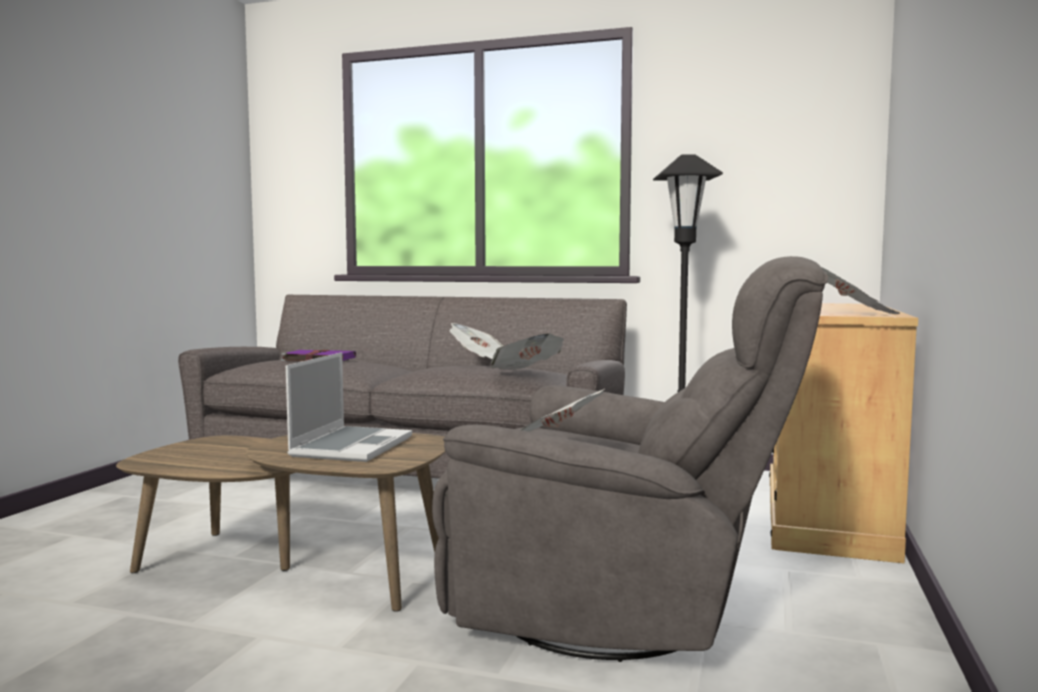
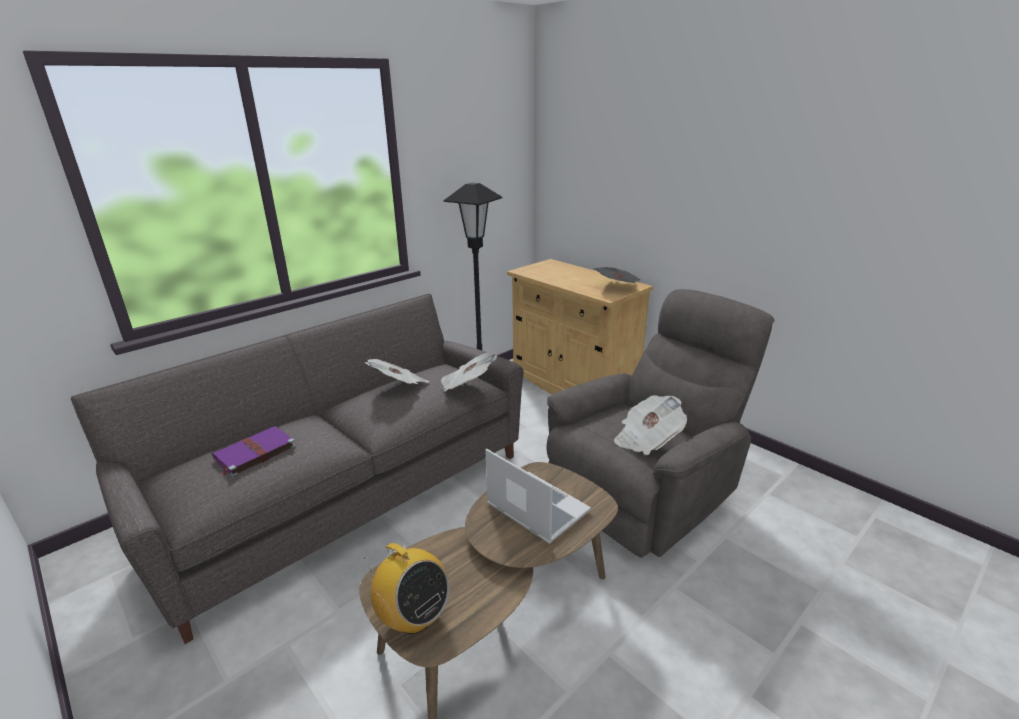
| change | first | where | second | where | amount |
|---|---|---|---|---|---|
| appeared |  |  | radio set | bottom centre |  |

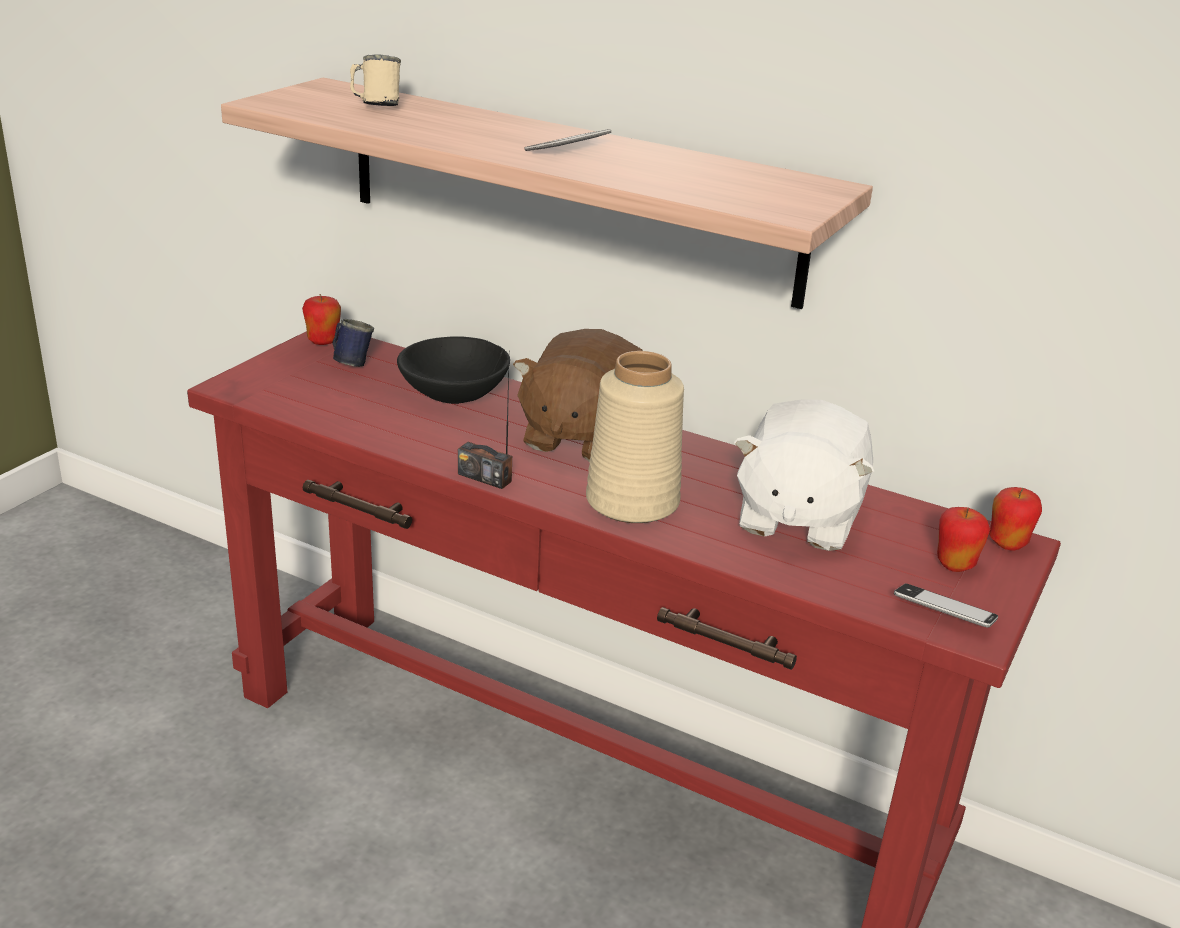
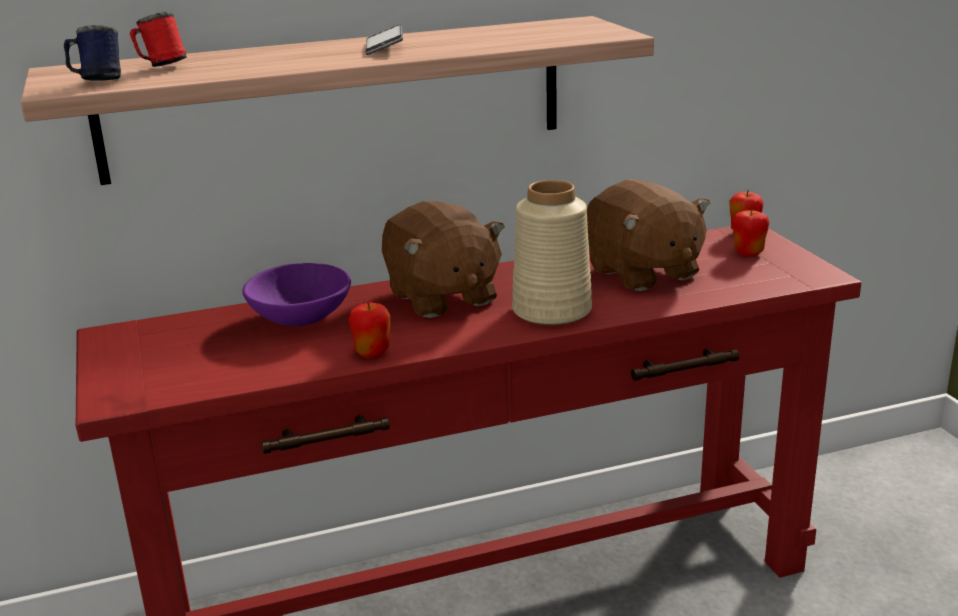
| change | first | where | second | where | amount |
|---|---|---|---|---|---|
| relocated | apple fruit (no. 1 from left) | middle left |  | centre |  |
| relocated | bluish coffee mug | middle left |  | top left |  |
| colour | beige-coloured coffee mug | top left | reddish coffee mug | top left |  |
| colour | blackish serving bowl | centre | purple-coloured serving bowl | middle left |  |
| missing | radio set | centre |  |  |  |
| colour | whitish soft toy | middle right | brown soft toy (no. 2 from left) | middle right |  |
| missing | telephone (no. 2 from left) | middle right |  |  |  |

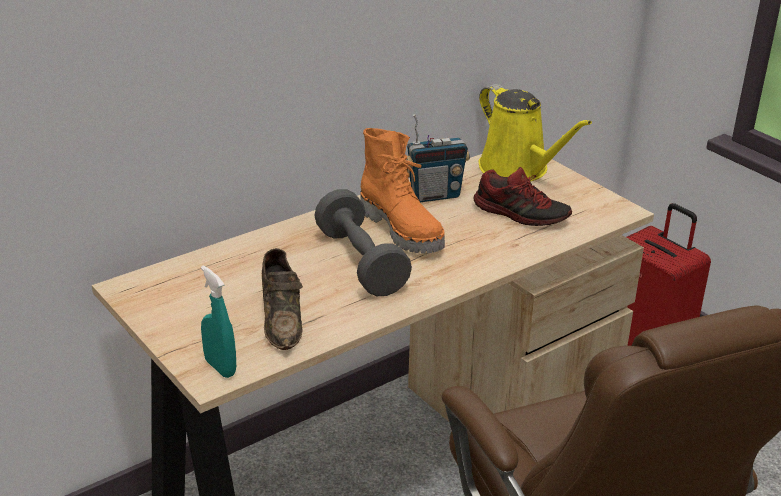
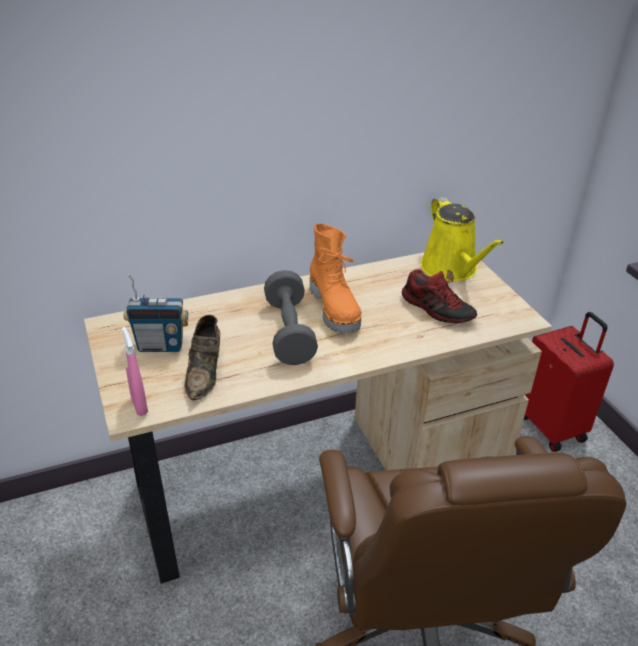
| change | first | where | second | where | amount |
|---|---|---|---|---|---|
| colour | turquoise spray bottle | middle left | pink-coloured spray bottle | middle left |  |
| relocated | radio set | top centre |  | middle left |  |

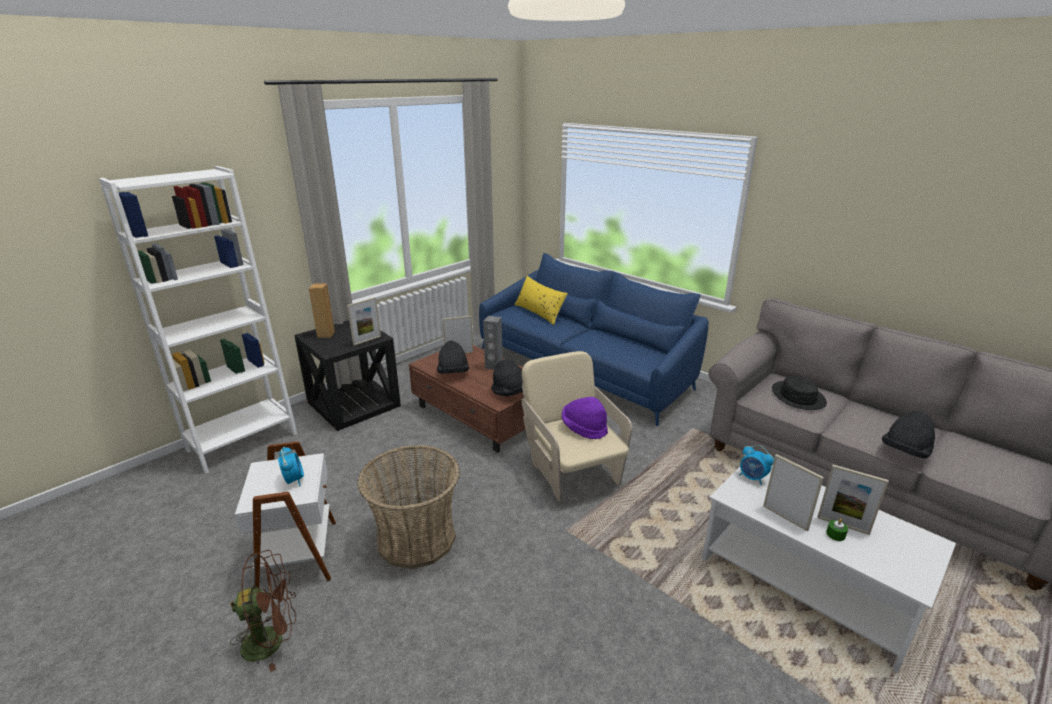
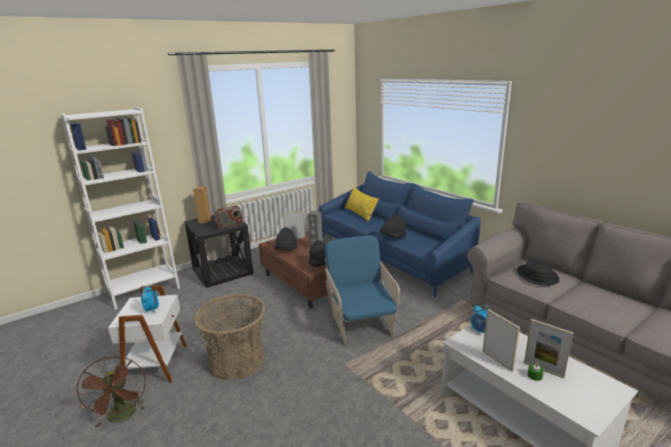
| change | first | where | second | where | amount |
|---|---|---|---|---|---|
| spun | brown electric fan | bottom left |  | bottom left | 75 degrees clockwise |
| exchanged | picture frame (no. 1 from left) | centre | radio set | centre |  |
| colour | beige-coloured armchair | centre | bluish armchair | centre |  |
| missing | purple-coloured wearable hat | centre |  |  |  |
| relocated | blackish wearable hat (no. 4 from left in the first image) | middle right | blackish wearable hat (no. 3 from left) | centre |  |

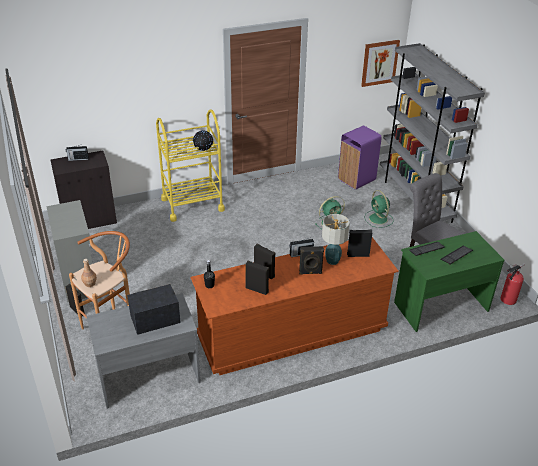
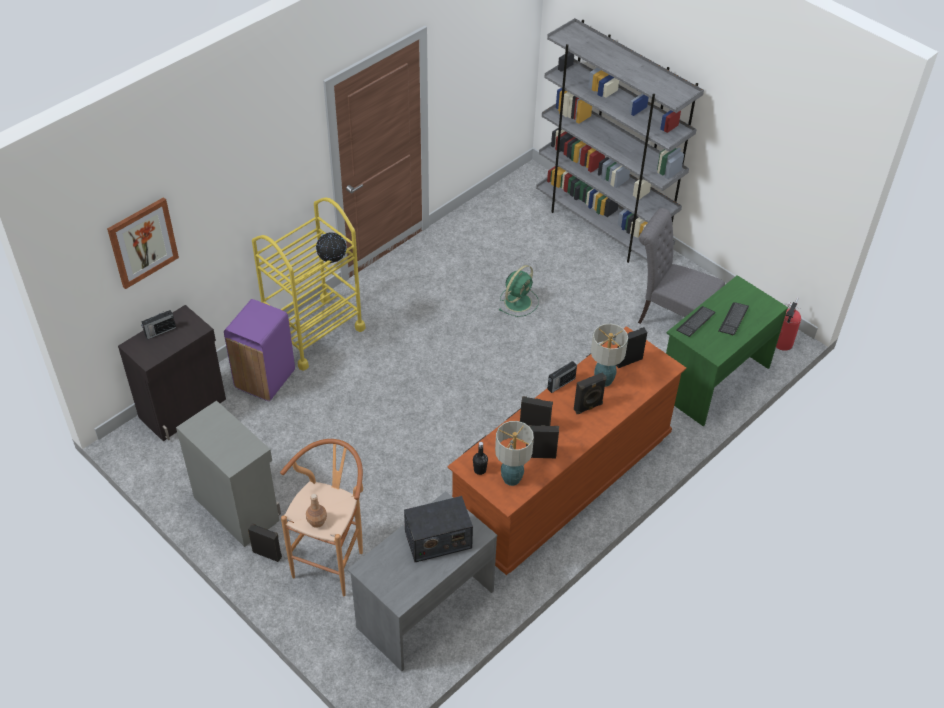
| change | first | where | second | where | amount |
|---|---|---|---|---|---|
| spun | radio set (no. 2 from left) | middle left |  | bottom centre | 150 degrees counterclockwise |
| relocated | purple-coloured rubbish bin | middle right |  | middle left |  |
| relocated | picture | top right |  | middle left |  |
| missing | green electric fan (no. 2 from left) | middle right |  |  |  |
| appeared |  |  | lamp for a table (no. 1 from left) | centre |  |

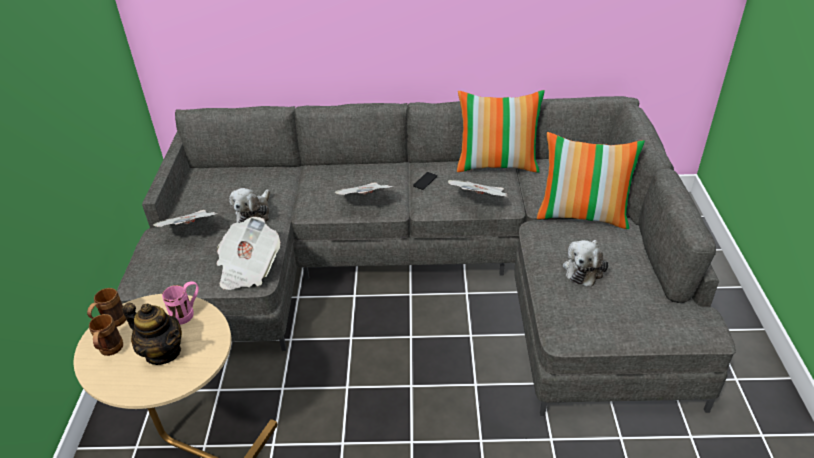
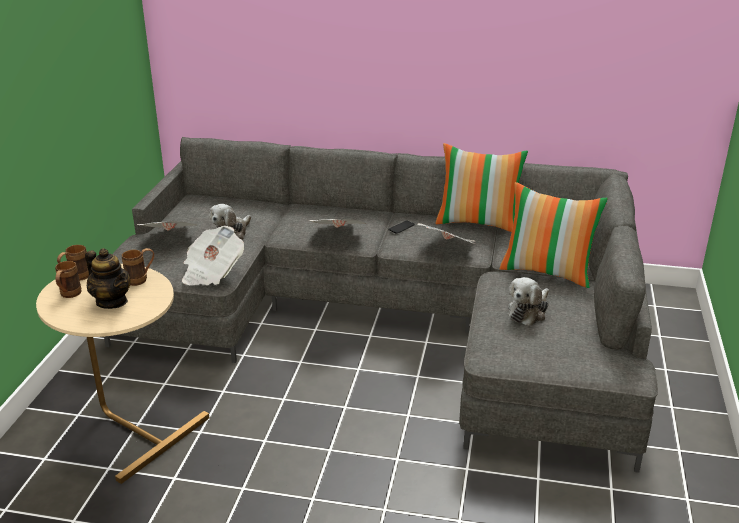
| change | first | where | second | where | amount |
|---|---|---|---|---|---|
| colour | pink-coloured coffee mug | middle left | brown coffee mug (no. 3 from left) | middle left |  |

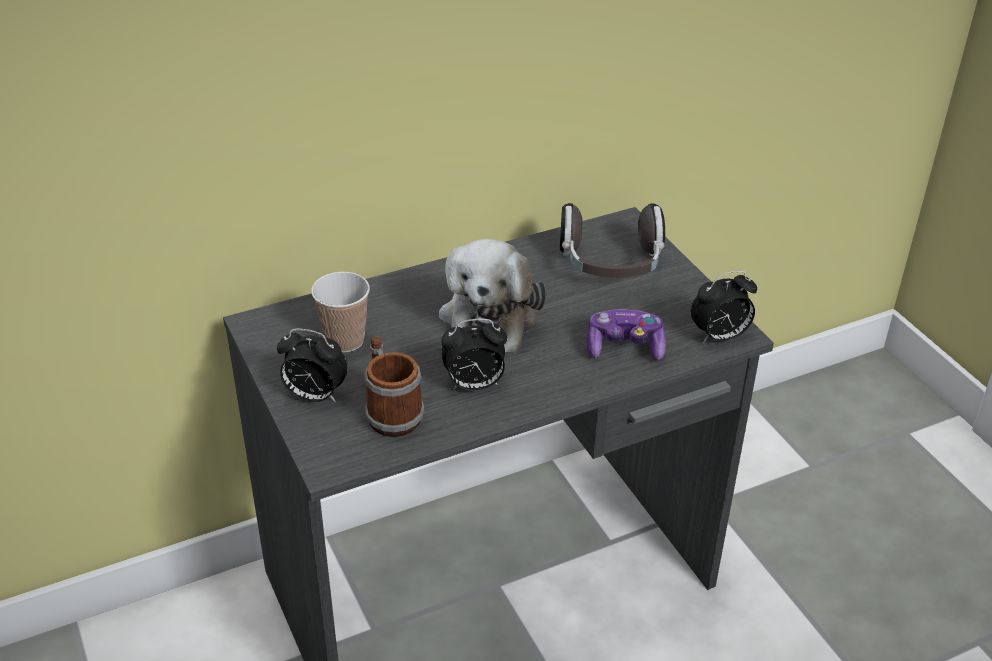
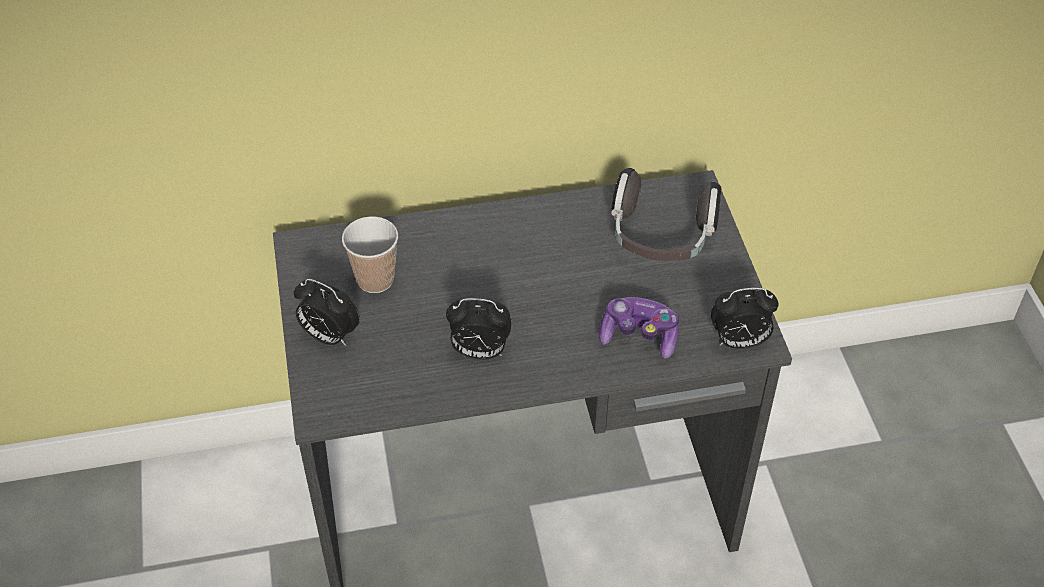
| change | first | where | second | where | amount |
|---|---|---|---|---|---|
| missing | coffee mug | centre |  |  |  |
| missing | soft toy | centre |  |  |  |

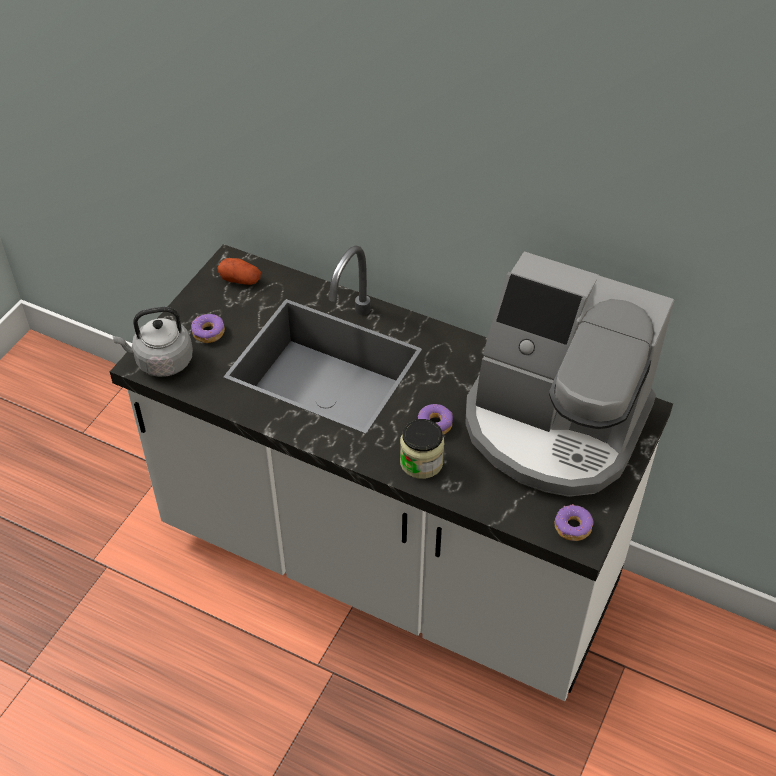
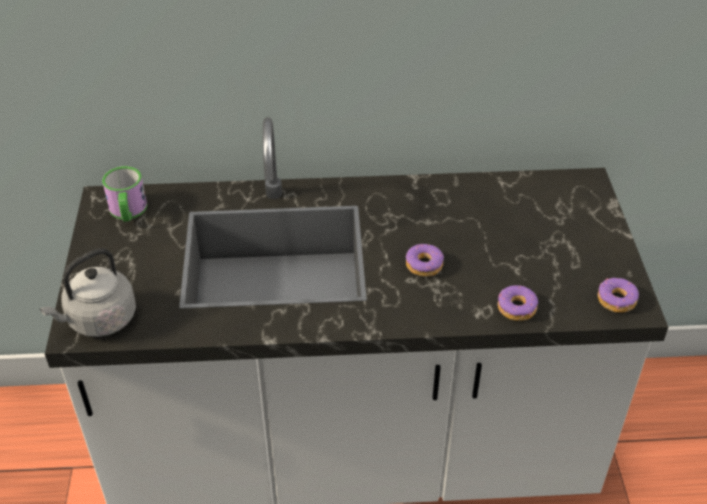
| change | first | where | second | where | amount |
|---|---|---|---|---|---|
| relocated | donut (no. 1 from left in the first image) | middle left | donut (no. 2 from left) | middle right |  |
| exchanged | whole potato | middle left | coffee mug | middle left |  |
| missing | preserve jar | centre |  |  |  |
| missing | coffee brewer | middle right |  |  |  |

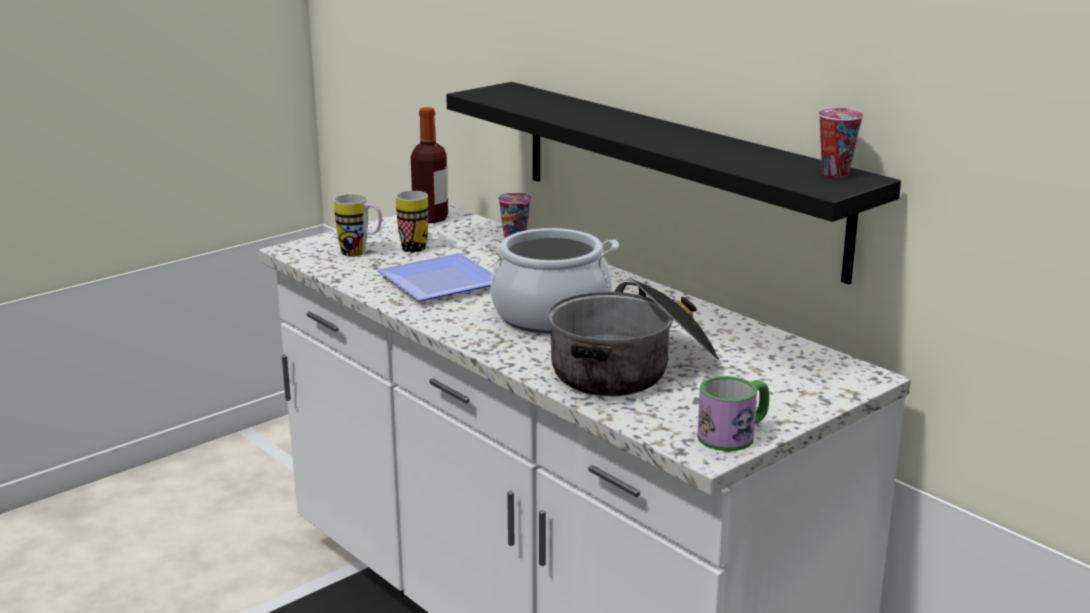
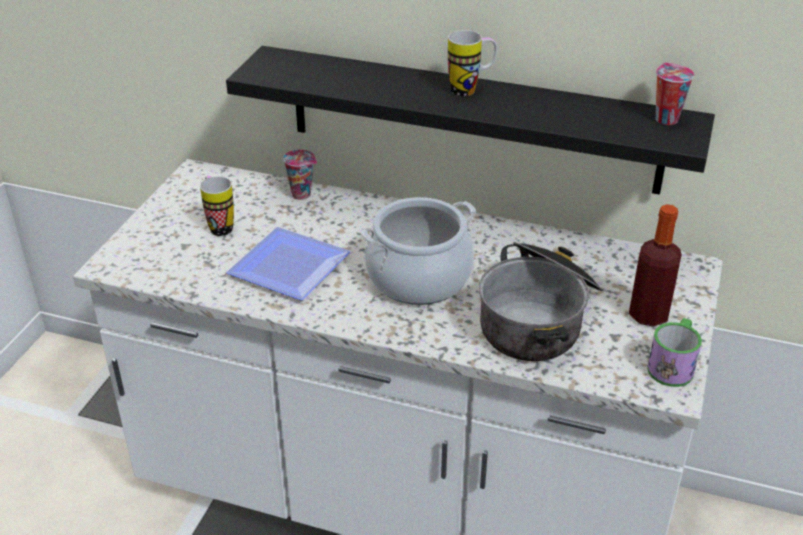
| change | first | where | second | where | amount |
|---|---|---|---|---|---|
| relocated | coffee mug (no. 1 from left in the first image) | middle left | coffee mug (no. 2 from left) | top centre |  |
| relocated | beverage bottle | top centre |  | middle right |  |

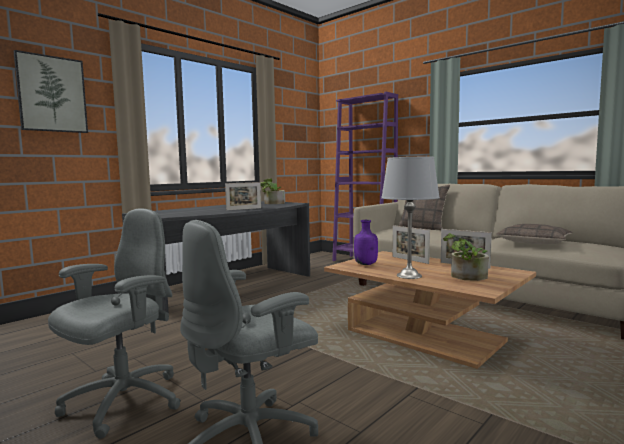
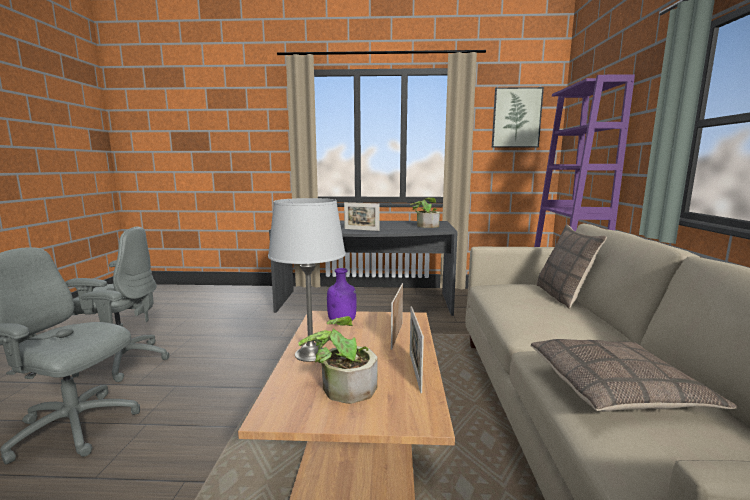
| change | first | where | second | where | amount |
|---|---|---|---|---|---|
| relocated | picture | top left |  | top right |  |

